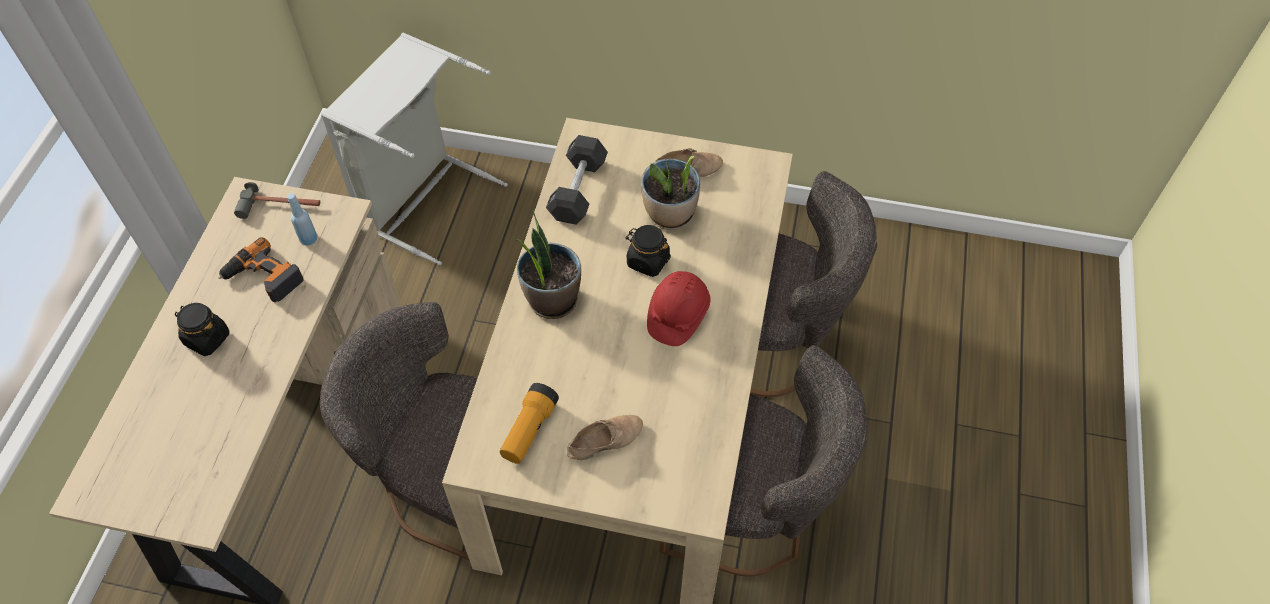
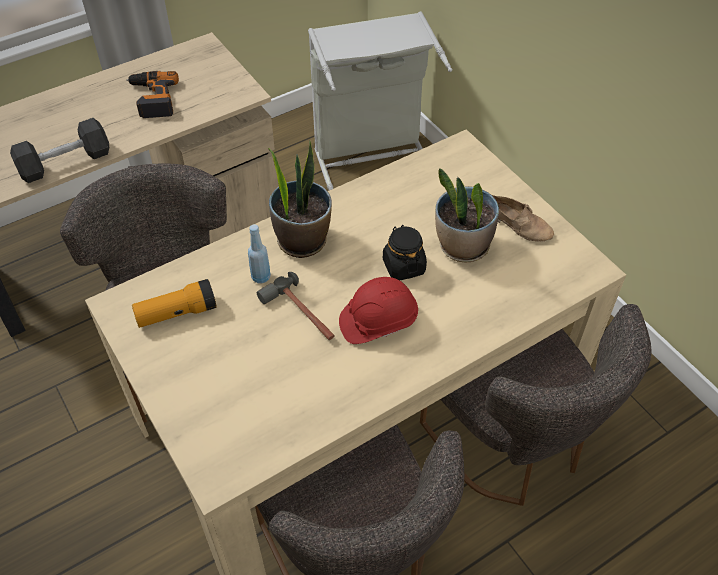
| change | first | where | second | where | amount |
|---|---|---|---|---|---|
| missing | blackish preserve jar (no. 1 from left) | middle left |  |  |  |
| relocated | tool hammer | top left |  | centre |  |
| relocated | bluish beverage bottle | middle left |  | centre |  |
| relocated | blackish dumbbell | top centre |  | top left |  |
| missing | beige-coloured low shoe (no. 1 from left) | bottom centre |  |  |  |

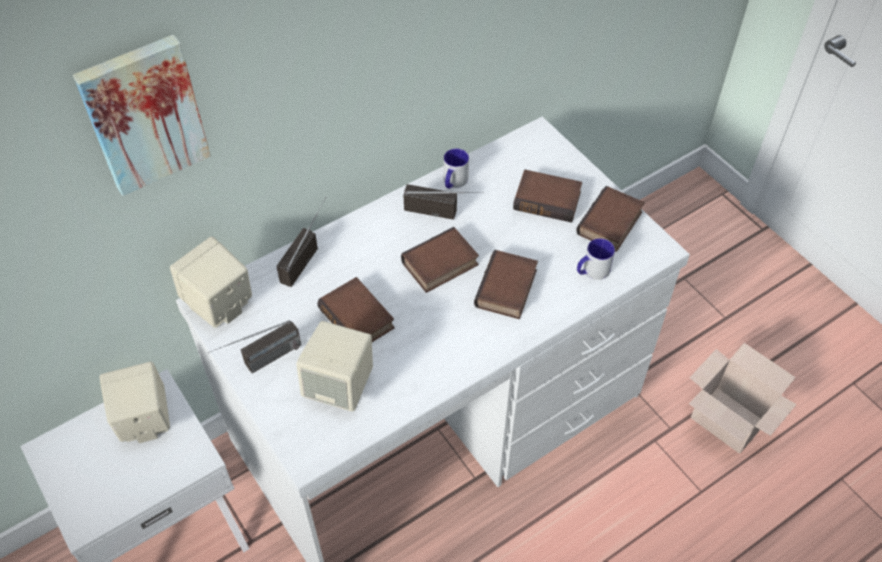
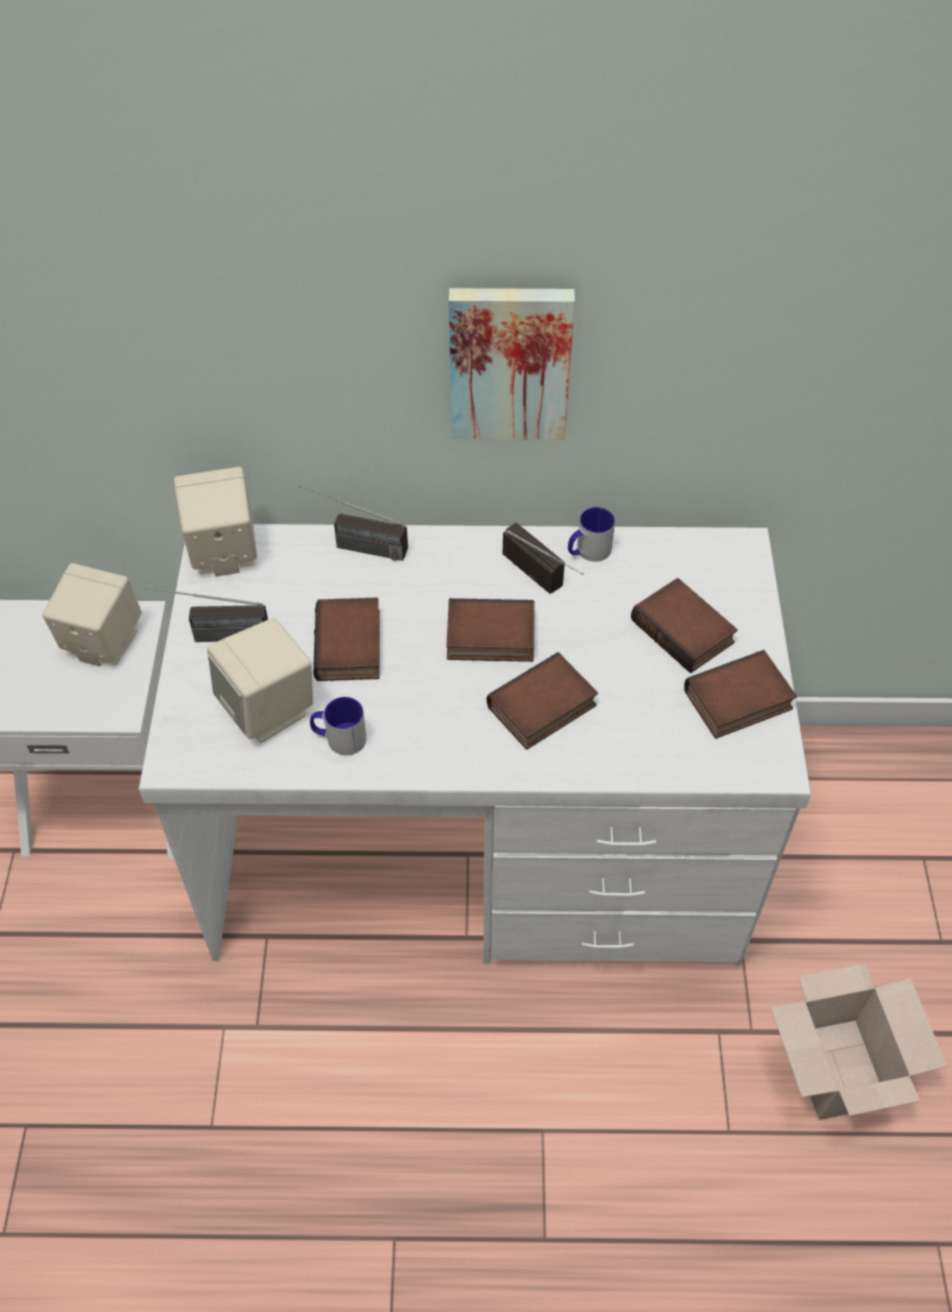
| change | first | where | second | where | amount |
|---|---|---|---|---|---|
| relocated | picture | top left |  | top centre |  |
| spun | radio set (no. 2 from left) | centre |  | centre | 135 degrees counterclockwise |
| relocated | coffee mug (no. 2 from left in the first image) | middle right | coffee mug (no. 1 from left) | centre |  |

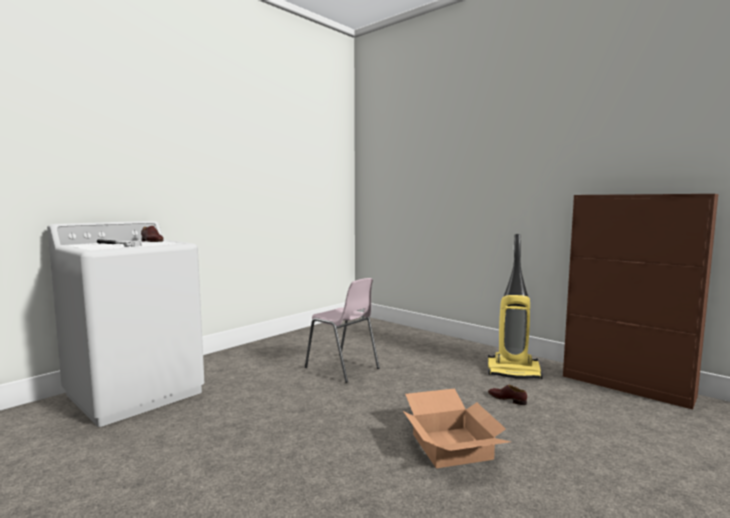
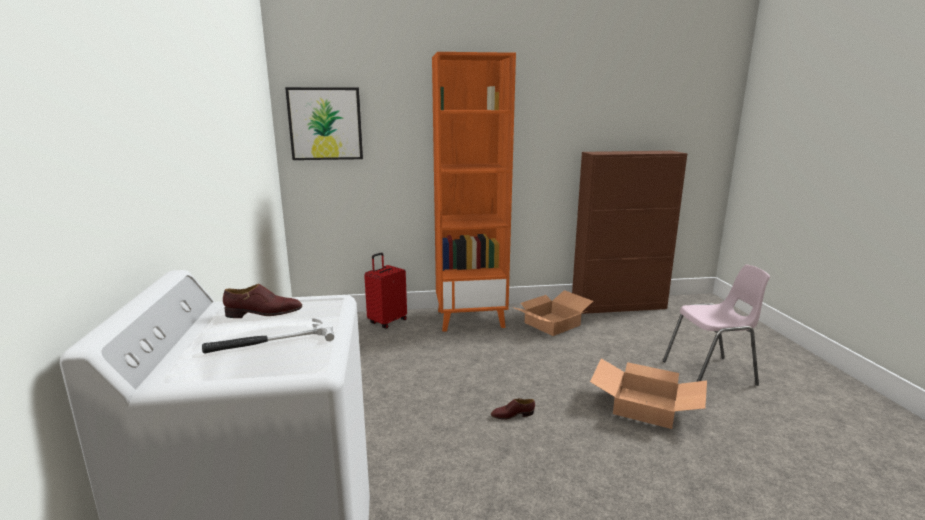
| change | first | where | second | where | amount |
|---|---|---|---|---|---|
| relocated | pink-coloured chair | centre |  | middle right |  |
| exchanged | vacuum cleaner | middle right | packing box (no. 1 from left) | centre |  |
| relocated | brown low shoe (no. 2 from left) | bottom right |  | bottom centre |  |
| appeared |  |  | picture | top centre |  |
| appeared |  |  | reddish travel case | centre |  |
| appeared |  |  | orange-coloured bookcase | centre |  |

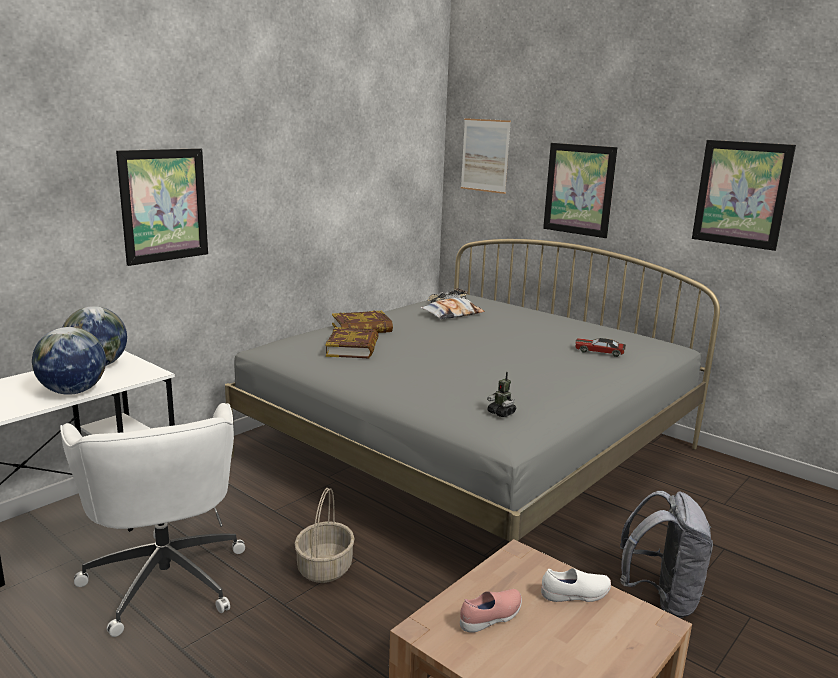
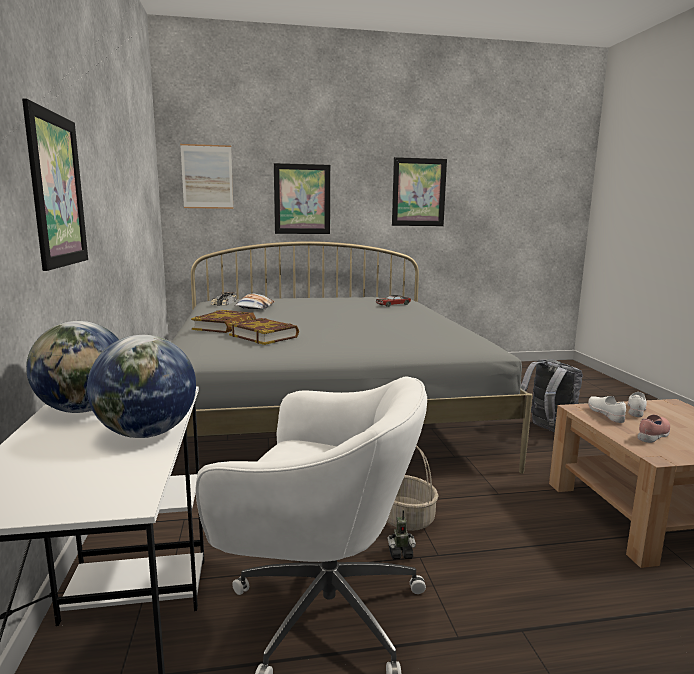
| change | first | where | second | where | amount |
|---|---|---|---|---|---|
| spun | pink-coloured low shoe | bottom centre |  | middle right | 45 degrees clockwise |
| relocated | toy robot | centre |  | bottom centre |  |
| appeared |  |  | whitish low shoe (no. 1 from left) | middle right |  |

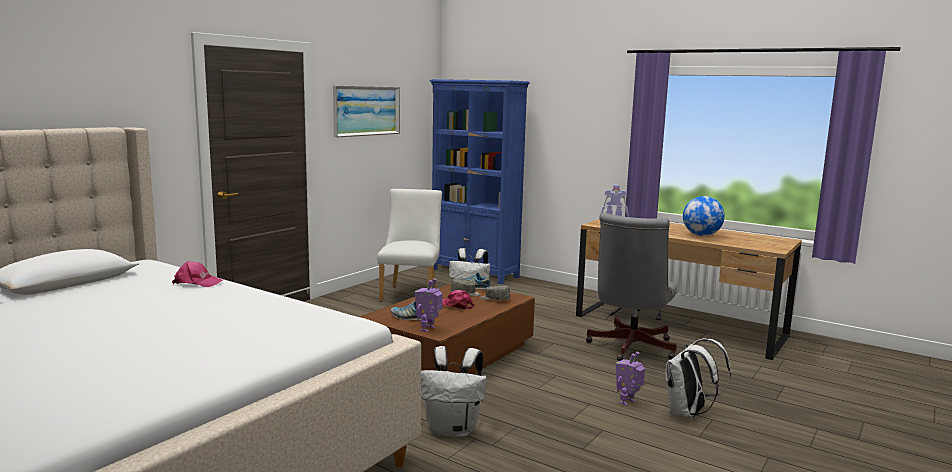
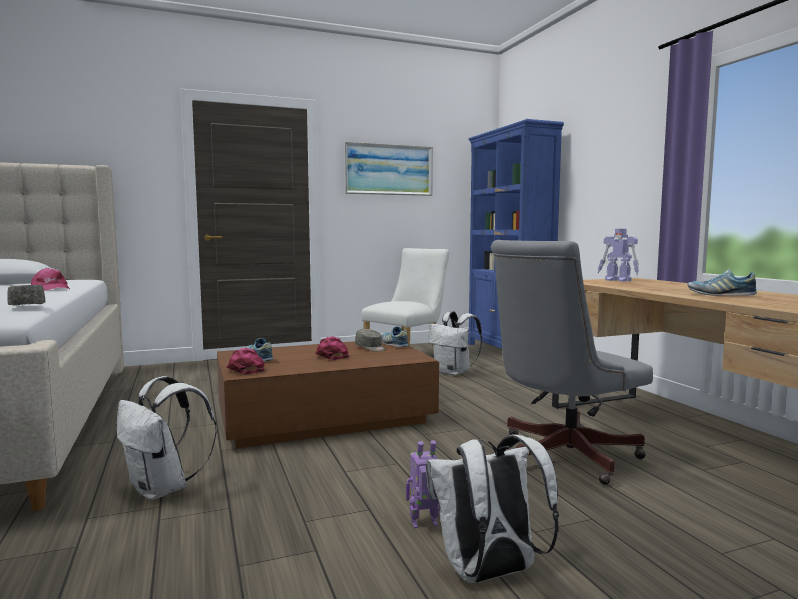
| change | first | where | second | where | amount |
|---|---|---|---|---|---|
| exchanged | toy robot (no. 1 from left) | centre | pink-coloured baseball cap (no. 2 from left) | middle left |  |
| relocated | grey baseball cap (no. 2 from left in the first image) | centre | grey baseball cap (no. 1 from left) | middle left |  |
| exchanged | desk globe | middle right | low shoe (no. 3 from left) | middle right |  |

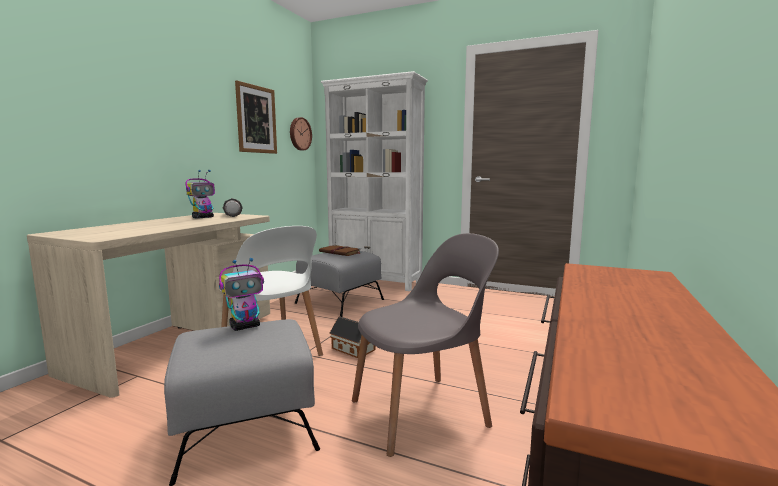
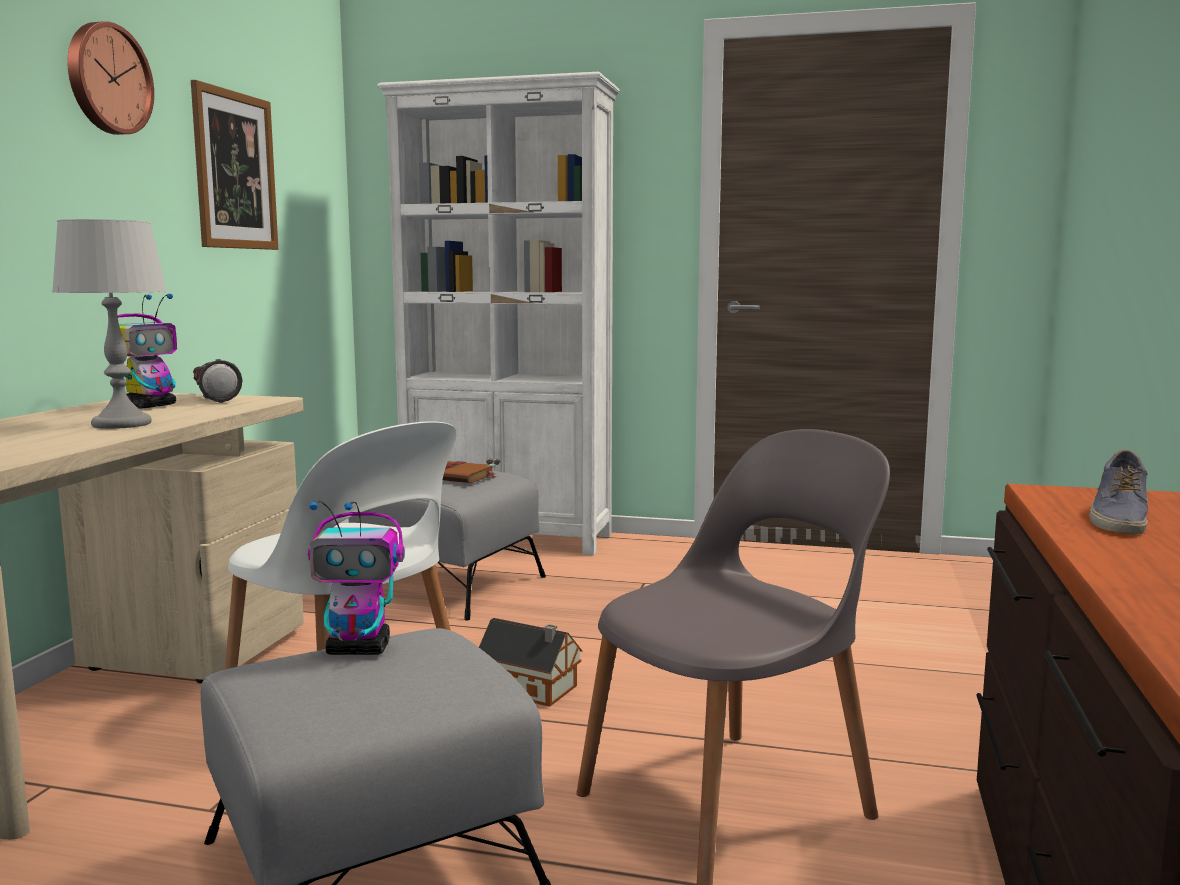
| change | first | where | second | where | amount |
|---|---|---|---|---|---|
| spun | toy robot (no. 2 from left) | middle left |  | middle left | 45 degrees clockwise |
| relocated | hanging clock | top centre |  | top left |  |
| appeared |  |  | grey lamp for a table | middle left |  |
| appeared |  |  | low shoe | middle right |  |

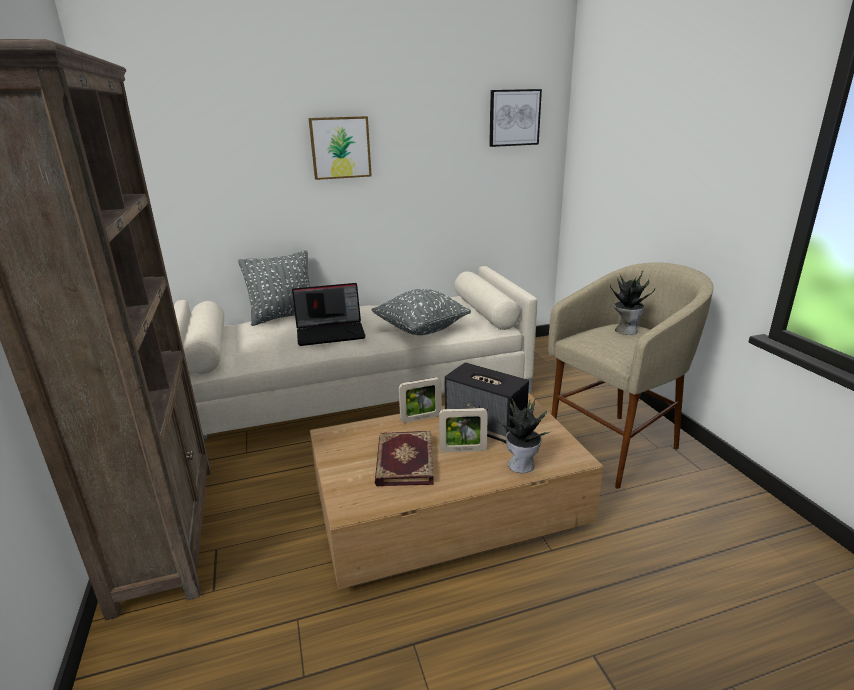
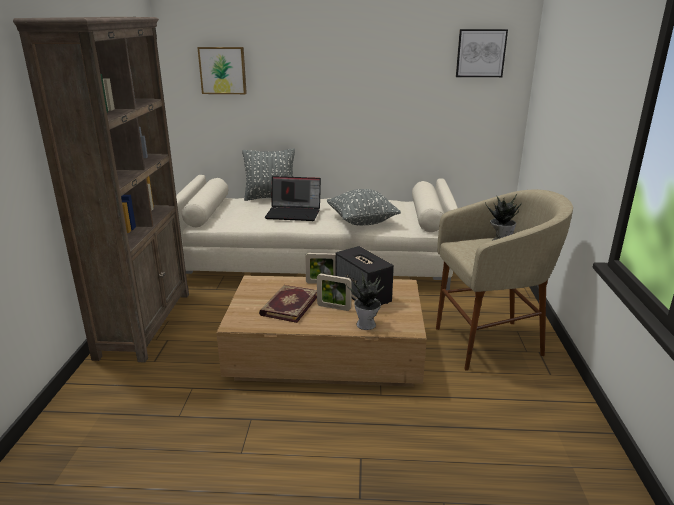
| change | first | where | second | where | amount |
|---|---|---|---|---|---|
| relocated | picture (no. 1 from left) | top centre |  | top left |  |

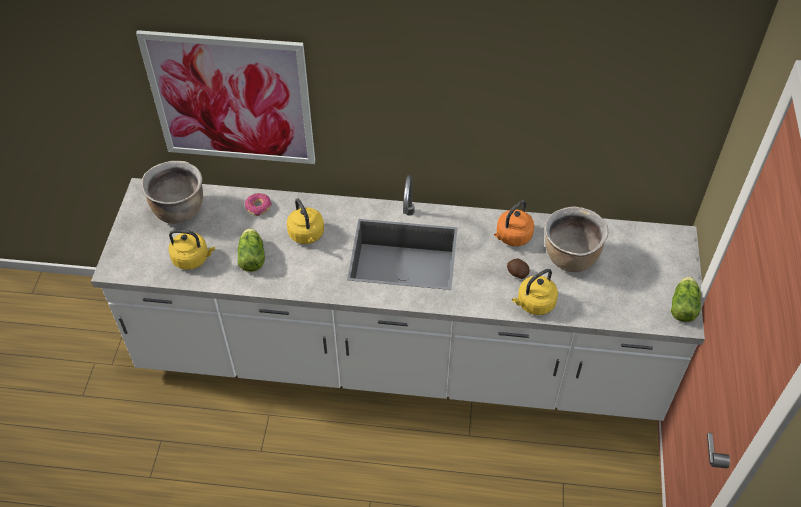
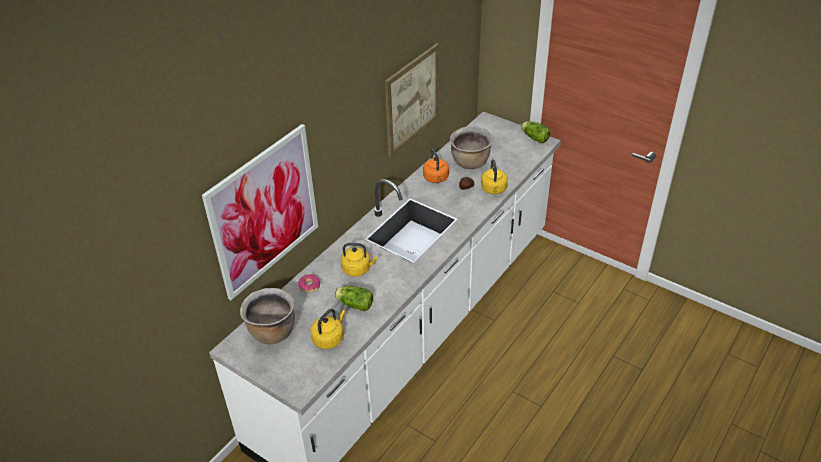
| change | first | where | second | where | amount |
|---|---|---|---|---|---|
| appeared |  |  | picture (no. 2 from left) | top centre |  |

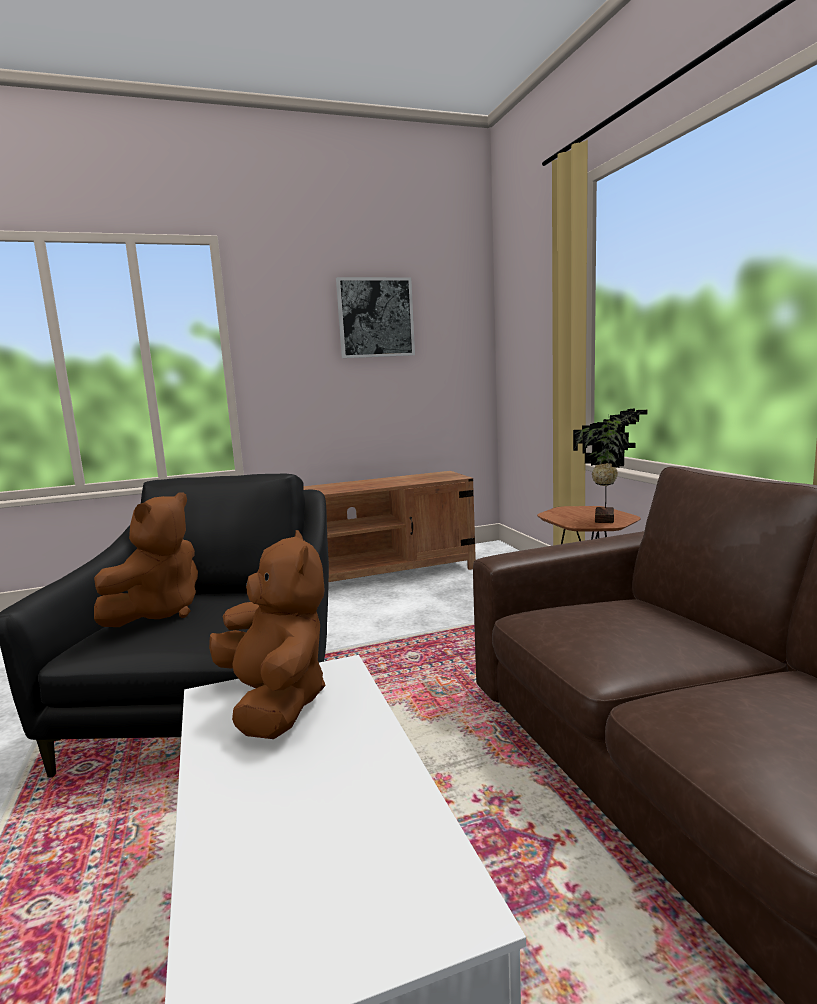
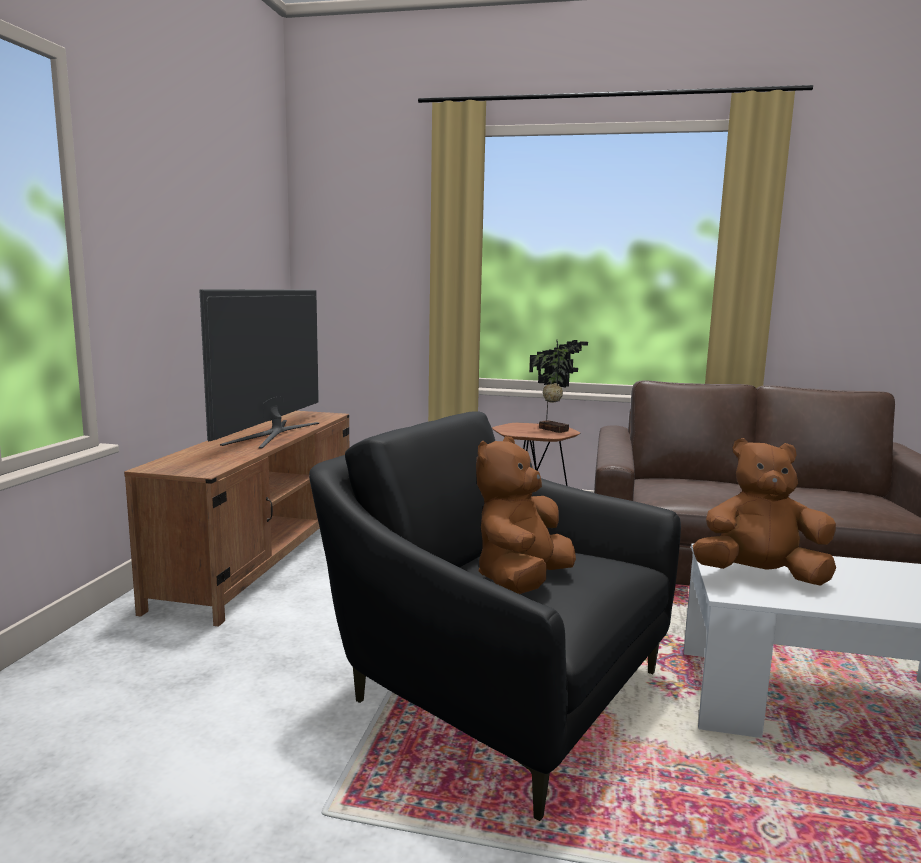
| change | first | where | second | where | amount |
|---|---|---|---|---|---|
| spun | brown soft toy (no. 1 from left) | middle left |  | centre | 120 degrees counterclockwise |
| missing | picture | top centre |  |  |  |
| appeared |  |  | TV set | middle left |  |

